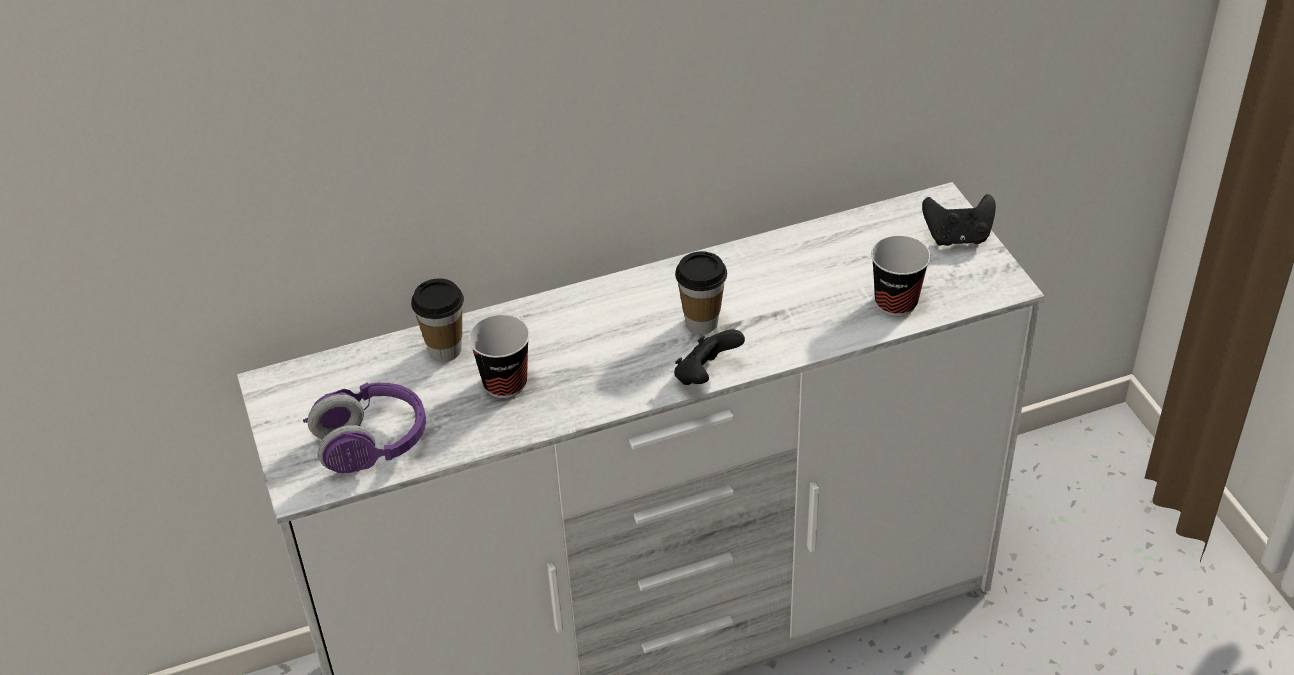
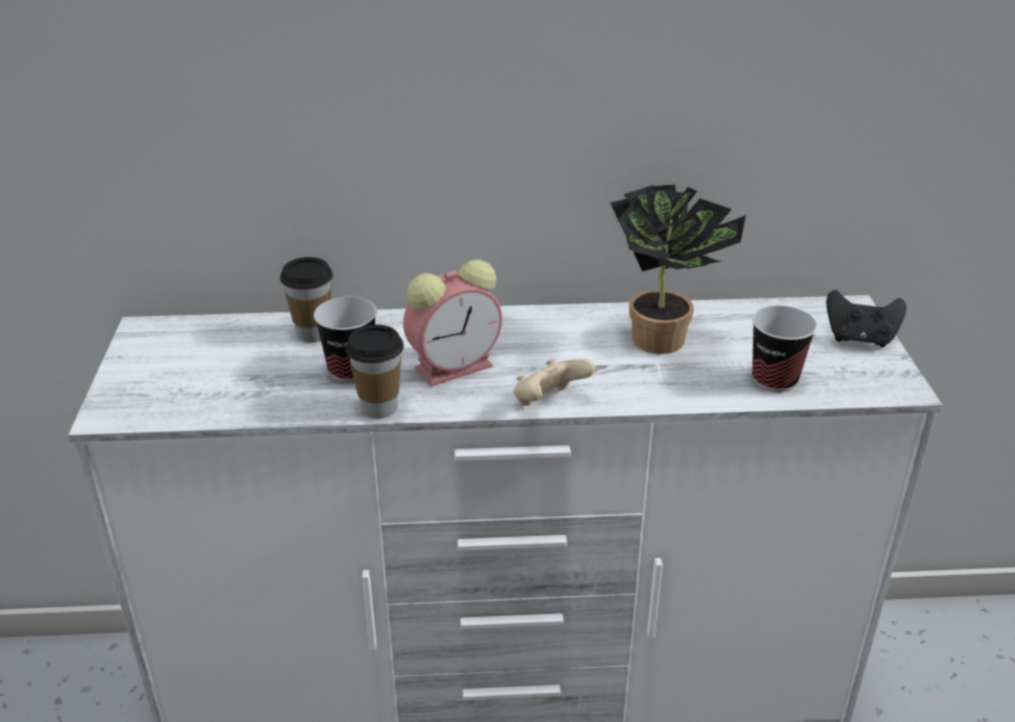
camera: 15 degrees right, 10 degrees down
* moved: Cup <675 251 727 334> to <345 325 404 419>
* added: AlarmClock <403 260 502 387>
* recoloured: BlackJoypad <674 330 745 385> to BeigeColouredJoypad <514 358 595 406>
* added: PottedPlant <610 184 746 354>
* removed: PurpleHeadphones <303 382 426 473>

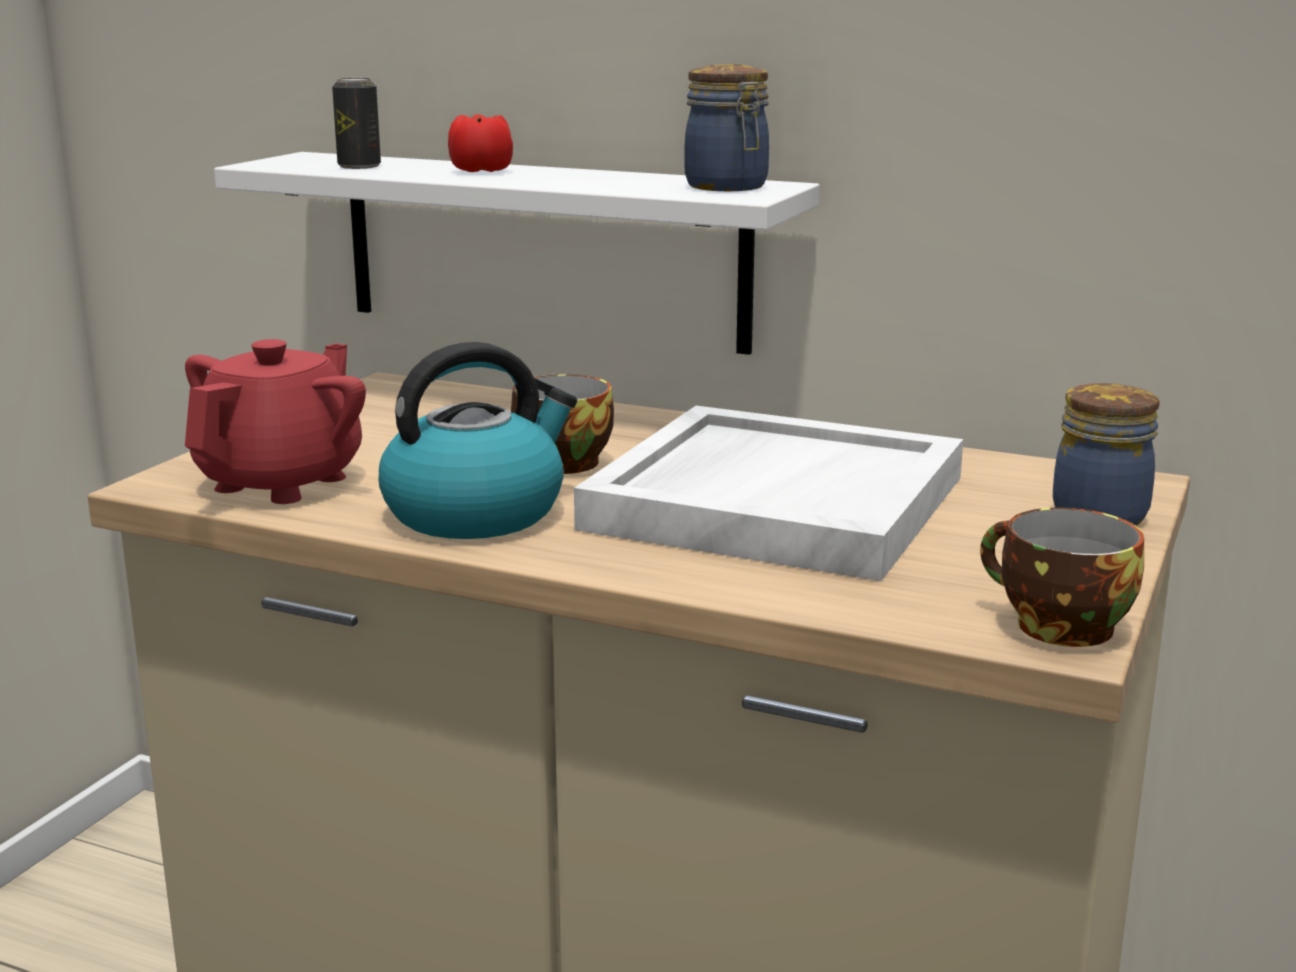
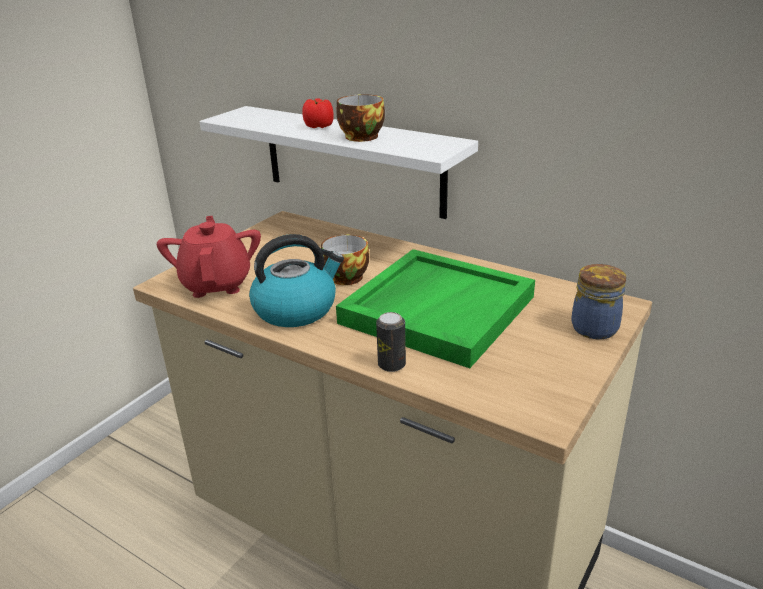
camera: 10 degrees right, 10 degrees up
* turned: RedTeapot <185 339 366 504> = <157 216 261 298> 45 degrees counterclockwise
* moved: Cup <980 508 1144 647> to <336 94 385 142>
* recoloured: WhiteTray <574 406 963 581> to GreenTray <336 249 535 368>
* moved: SealedCan <332 78 381 169> to <376 312 406 372>
* removed: Jar <684 64 769 191>

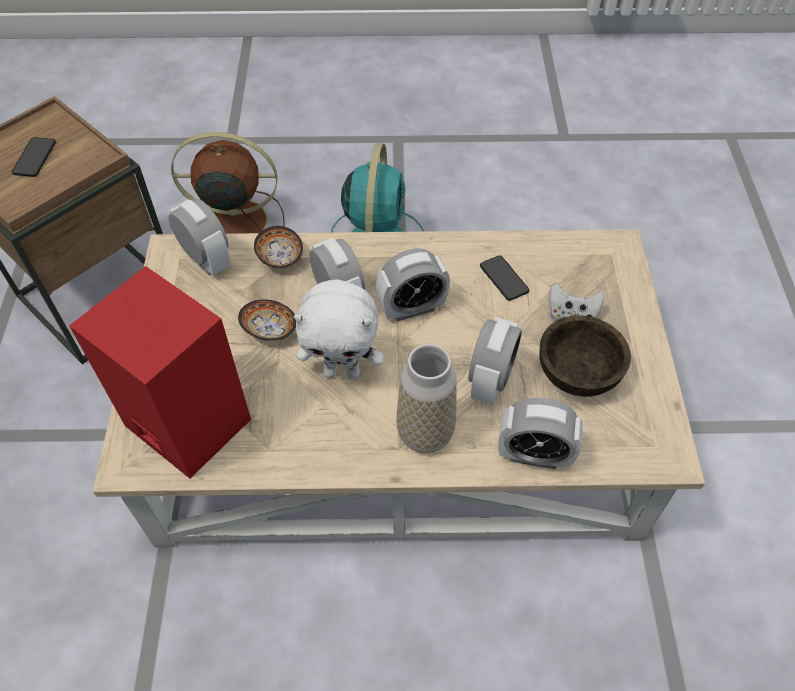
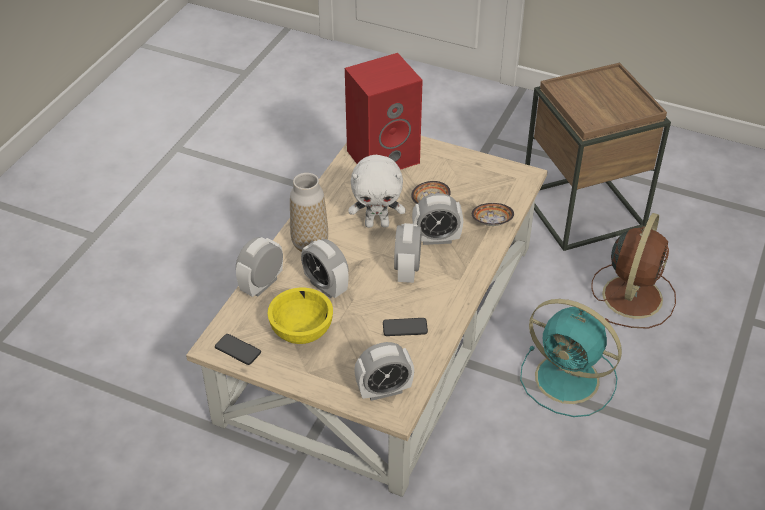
camera: 115 degrees right, 10 degrees down
* moved: Phone <12 137 56 177> to <215 334 261 365>
* recoloured: BrownColouredDeepDish <539 315 631 397> to YellowDeepDish <267 288 333 344>
* turned: WhiteSoftToy <294 279 383 380> = <348 155 405 228> 120 degrees counterclockwise
* moved: AlarmClock <168 199 230 276> to <354 342 414 401>
* removed: WhiteJoypad <549 283 604 320>

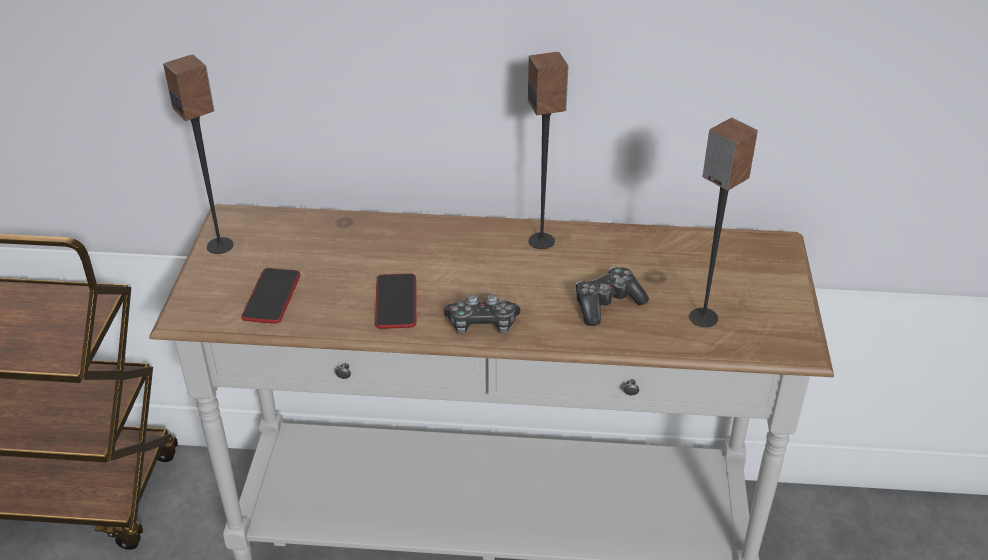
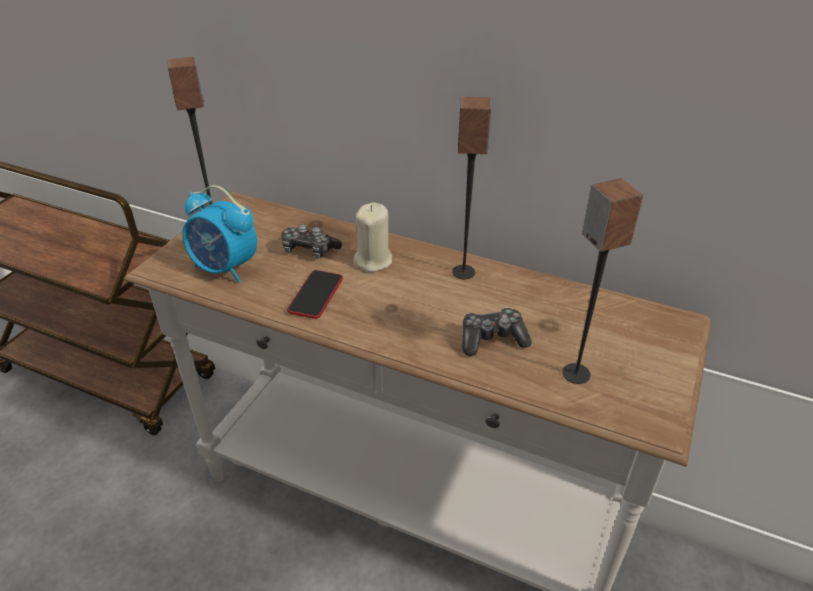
camera: 20 degrees right, 0 degrees up
* replaced: Phone <241 268 300 324> to AlarmClock <182 185 257 282>
* moved: Joypad <444 294 520 335> to <281 224 342 258>
* added: BeigeColouredWaxCandle <353 202 392 272>

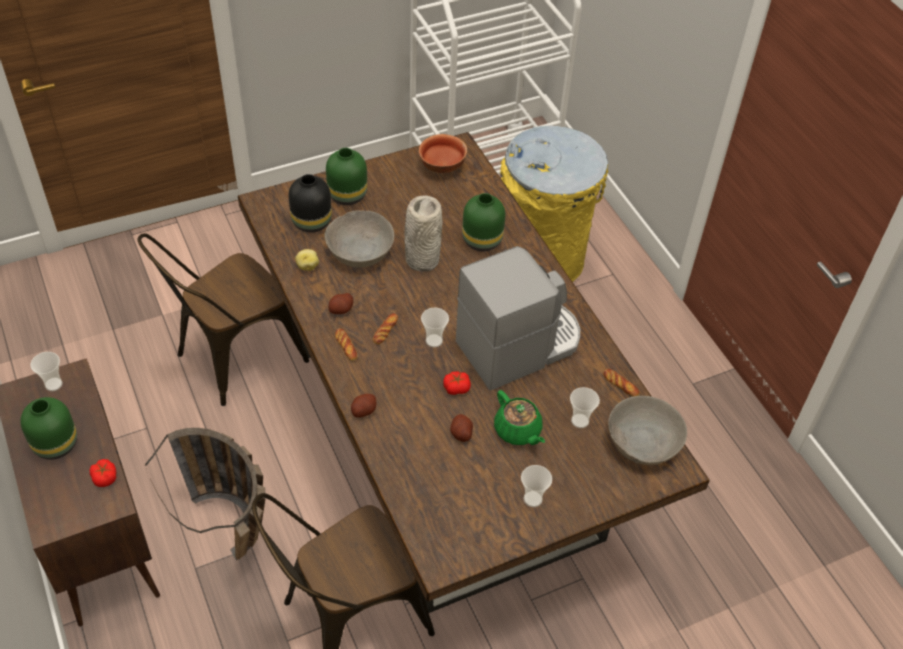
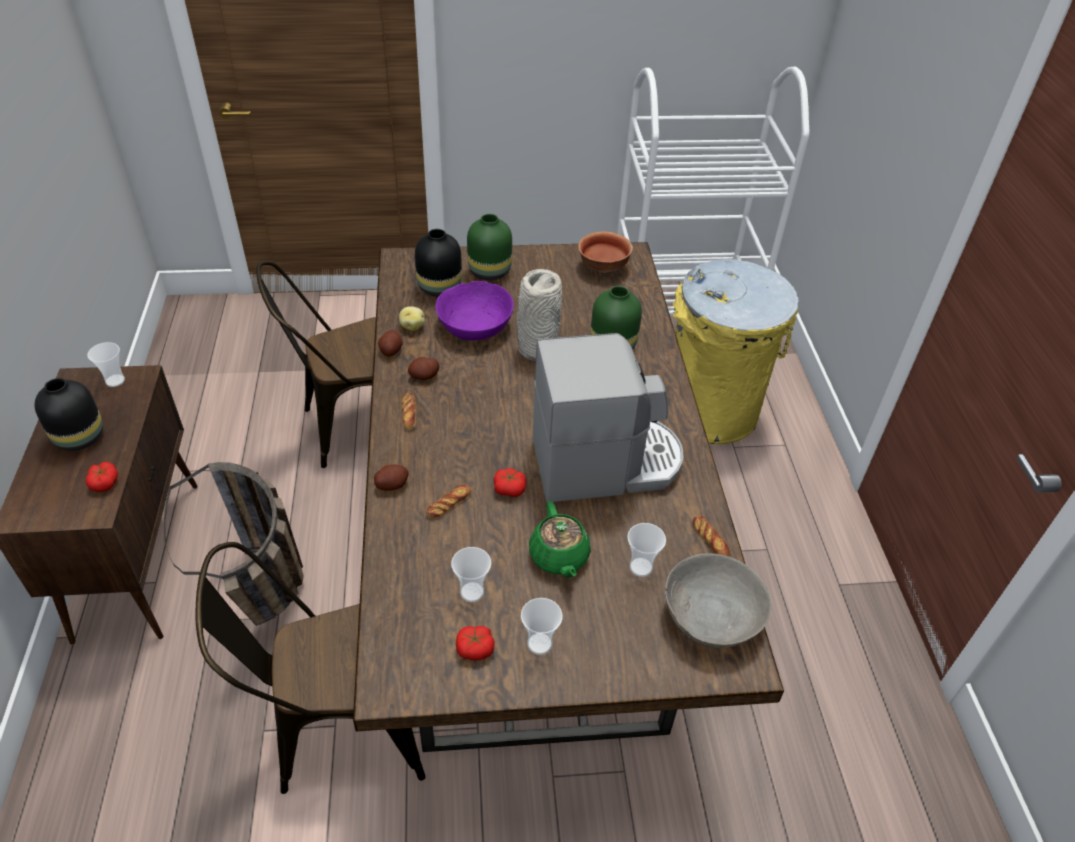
camera: 20 degrees right, 5 degrees down
* recoloured: GreenVase <20 397 77 460> to BlackVase <35 378 103 451>
* moved: Potato <450 414 473 442> to <378 330 403 356>
* moved: BakeryBread <372 313 398 345> to <426 485 472 519>
* recoloured: GreyishDeepDish <325 210 394 268> to PurpleDeepDish <436 281 514 341>
* moved: Cup <421 307 449 347> to <451 547 491 602>
* added: WholeTomato <456 626 495 660>

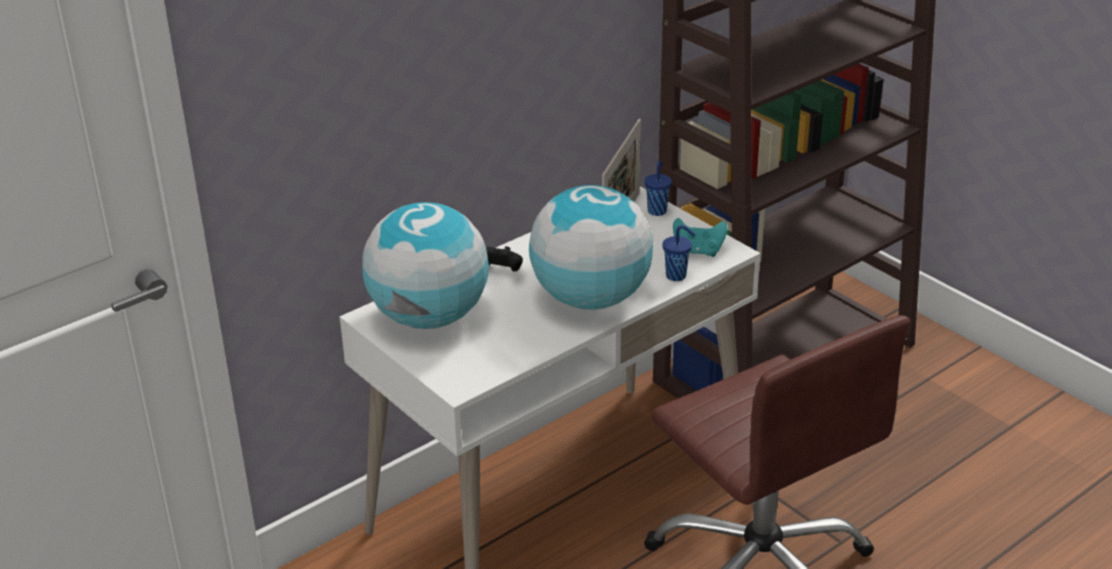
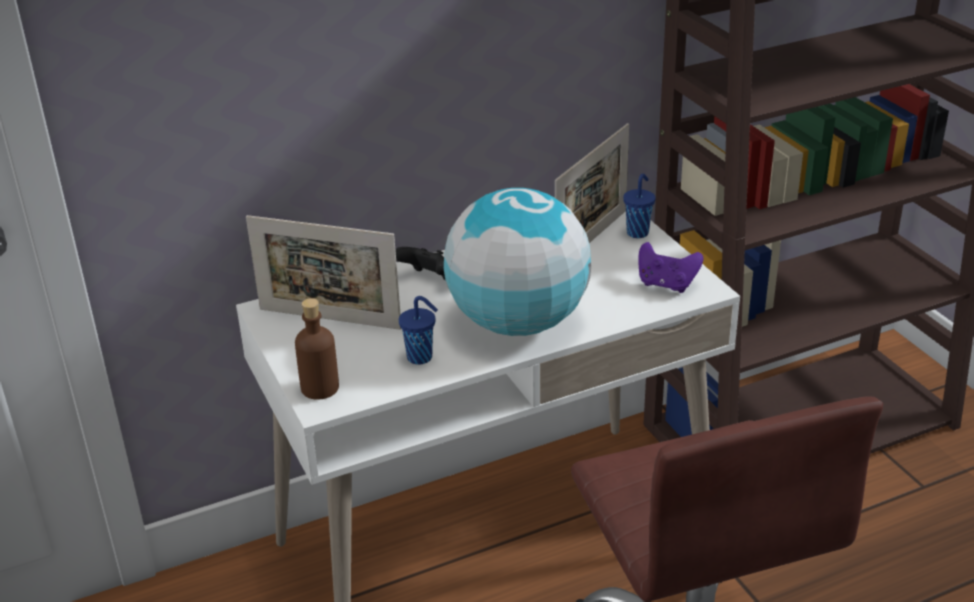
camera: 15 degrees right, 0 degrees up
* replaced: DeskGlobe <362 202 489 329> to PhotoFrame <246 215 402 330>
* added: BrownColouredBeverageBottle <295 298 339 400>
* moved: BlueCup <662 225 695 281> to <399 296 438 365>
* recoloured: TurquoiseColouredJoypad <673 218 728 257> to PurpleJoypad <638 242 703 293>

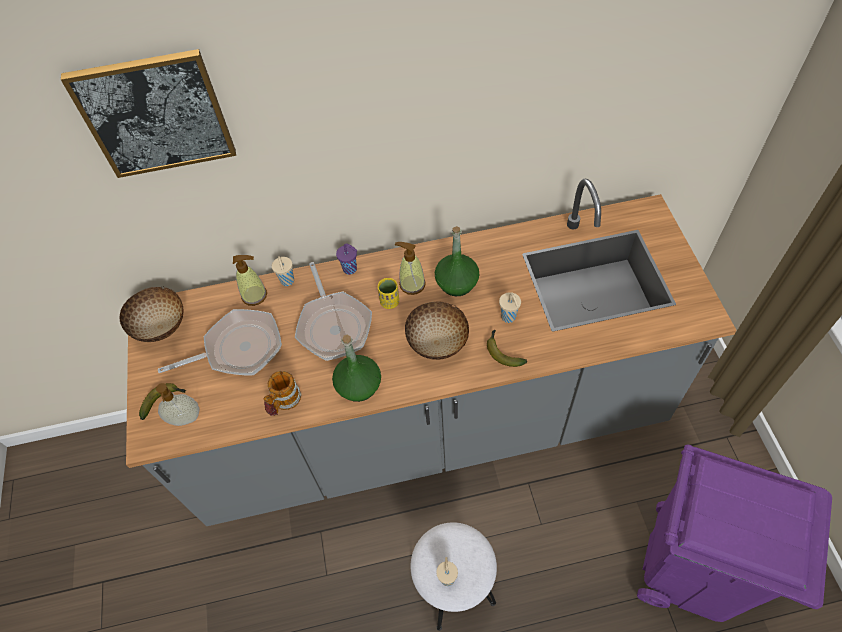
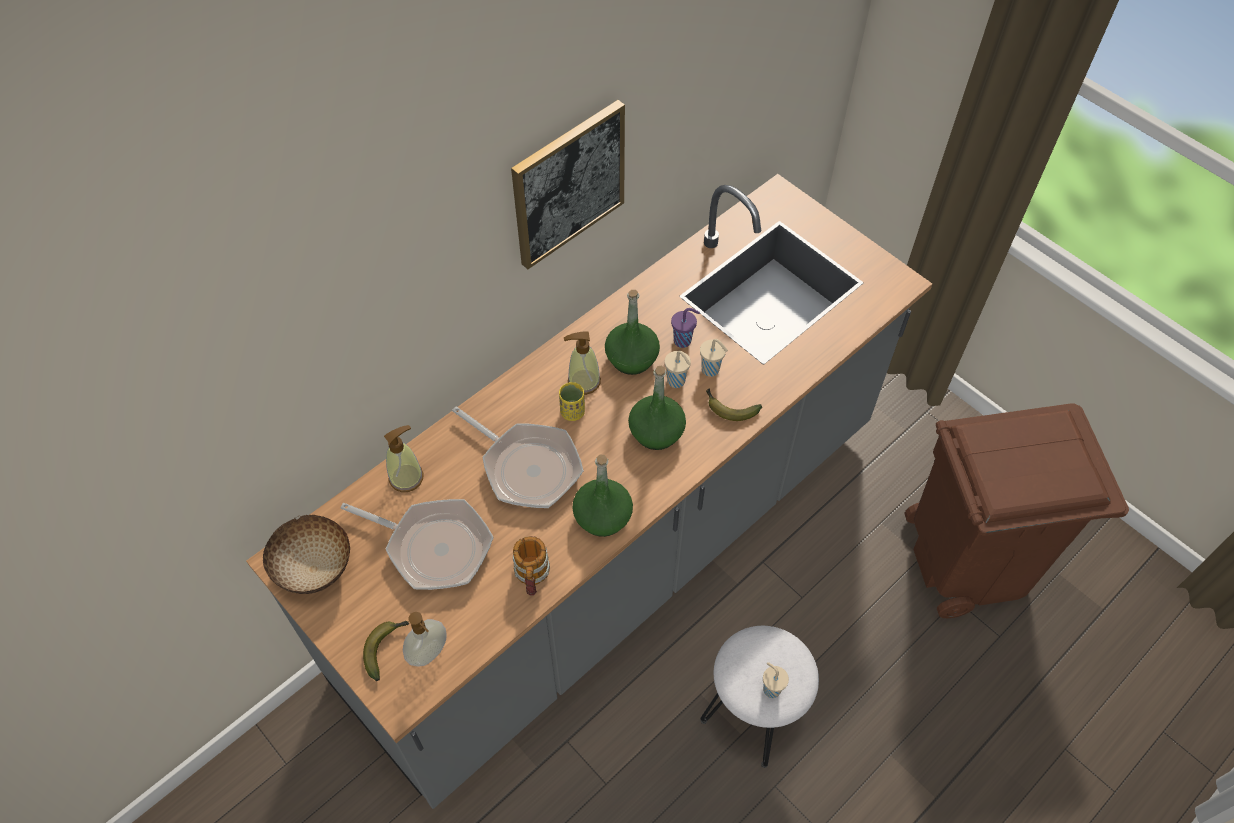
camera: 35 degrees left, 0 degrees up
* turned: Pan <158 309 282 375> = <341 499 494 590> 75 degrees clockwise
* moved: WallPicture <61 49 236 178> to <511 100 625 269>
* replaced: DeepDish <405 301 469 360> to GreenBeverageBottle <628 366 686 450>
* moved: BeigeColouredCup <272 256 294 286> to <665 351 691 388>
* moved: PurpleCup <336 243 357 275> to <671 308 700 348>
* recoloured: PurpleTrashCan <637 445 832 622> to BrownColouredTrashCan <904 403 1129 618>

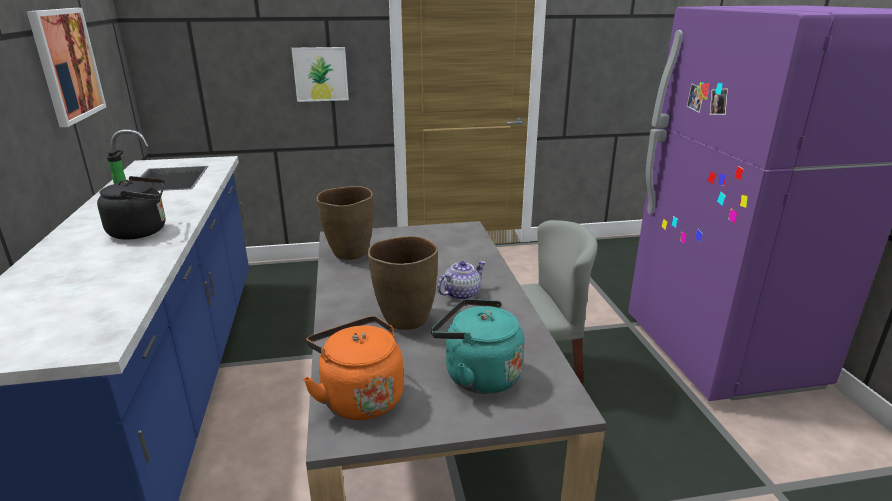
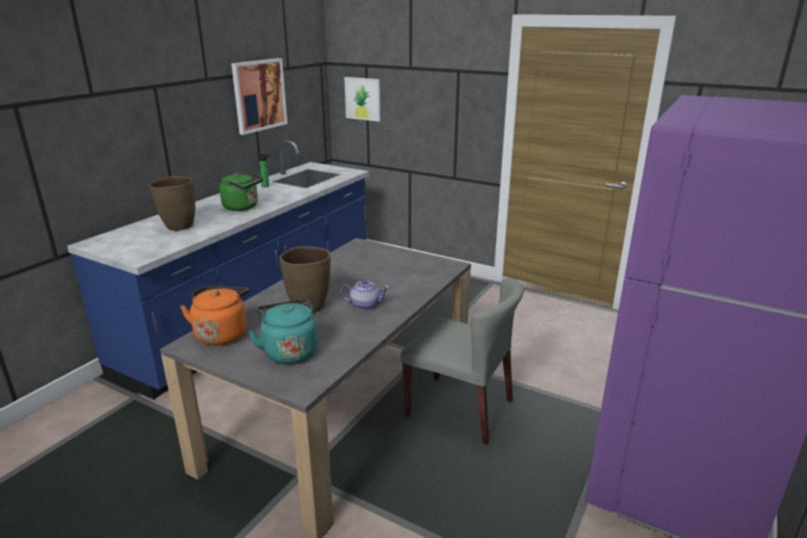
camera: 40 degrees right, 0 degrees up
* moved: BrownColouredVase <316 186 373 260> to <149 176 195 231>
* recoloured: BlackWaterKettle <97 176 165 240> to GreenWaterKettle <219 172 263 211>
* moved: WallPicture <291 47 349 102> to <344 77 380 121>

